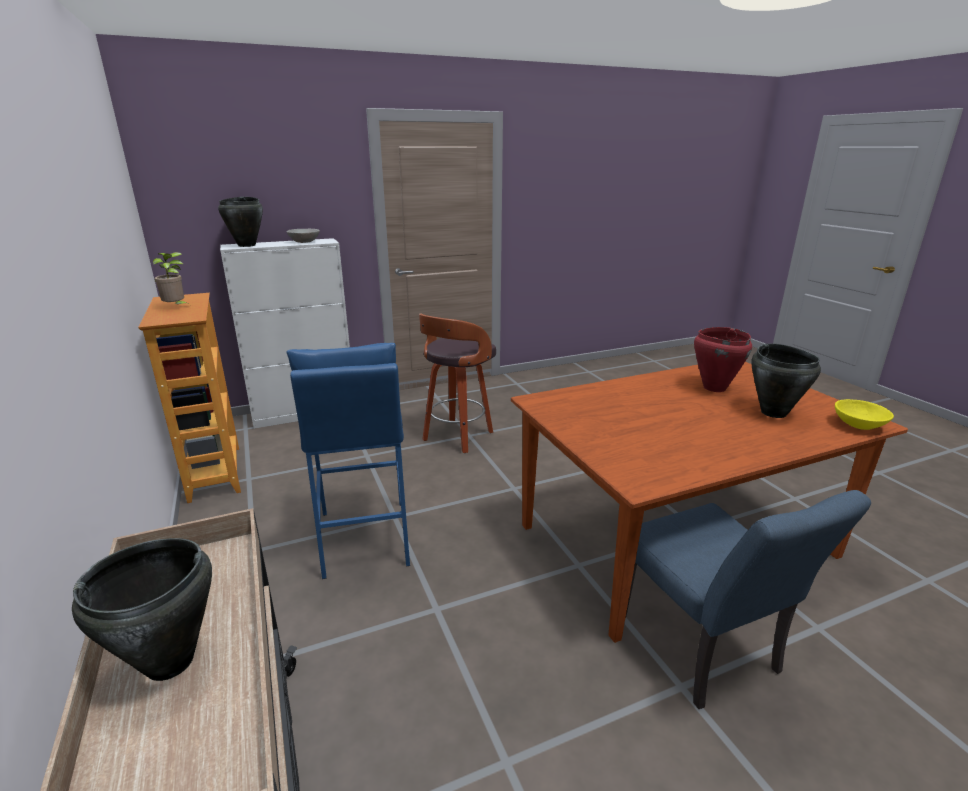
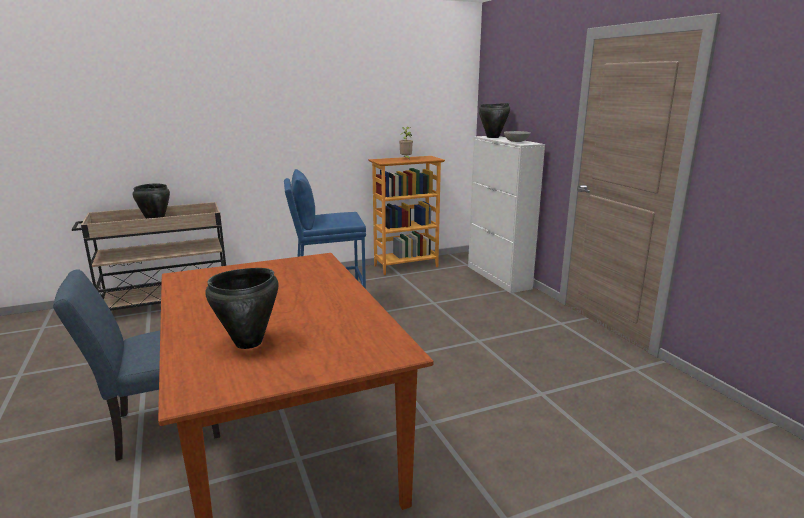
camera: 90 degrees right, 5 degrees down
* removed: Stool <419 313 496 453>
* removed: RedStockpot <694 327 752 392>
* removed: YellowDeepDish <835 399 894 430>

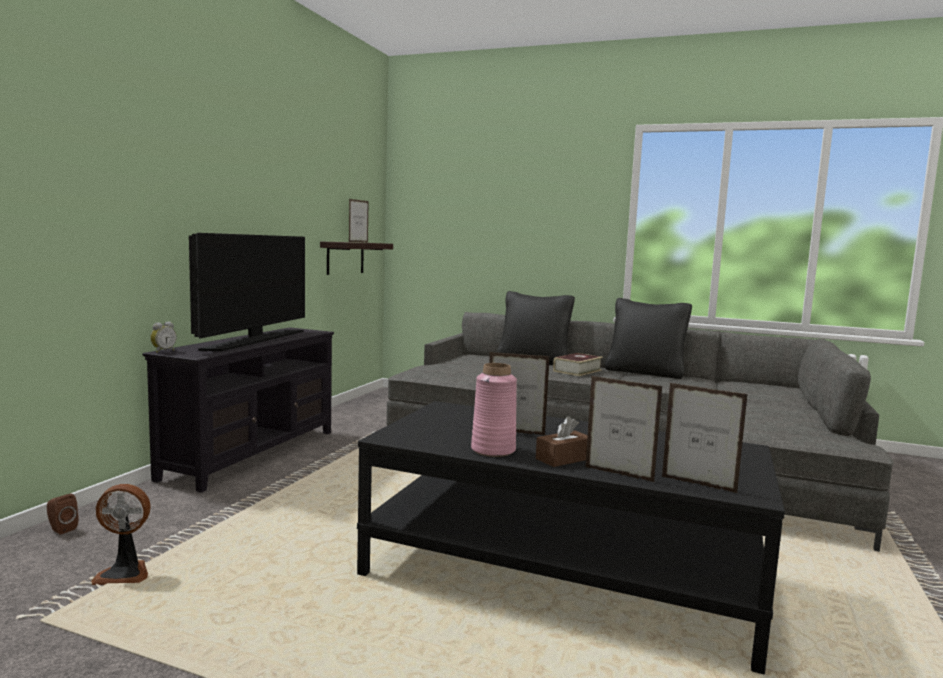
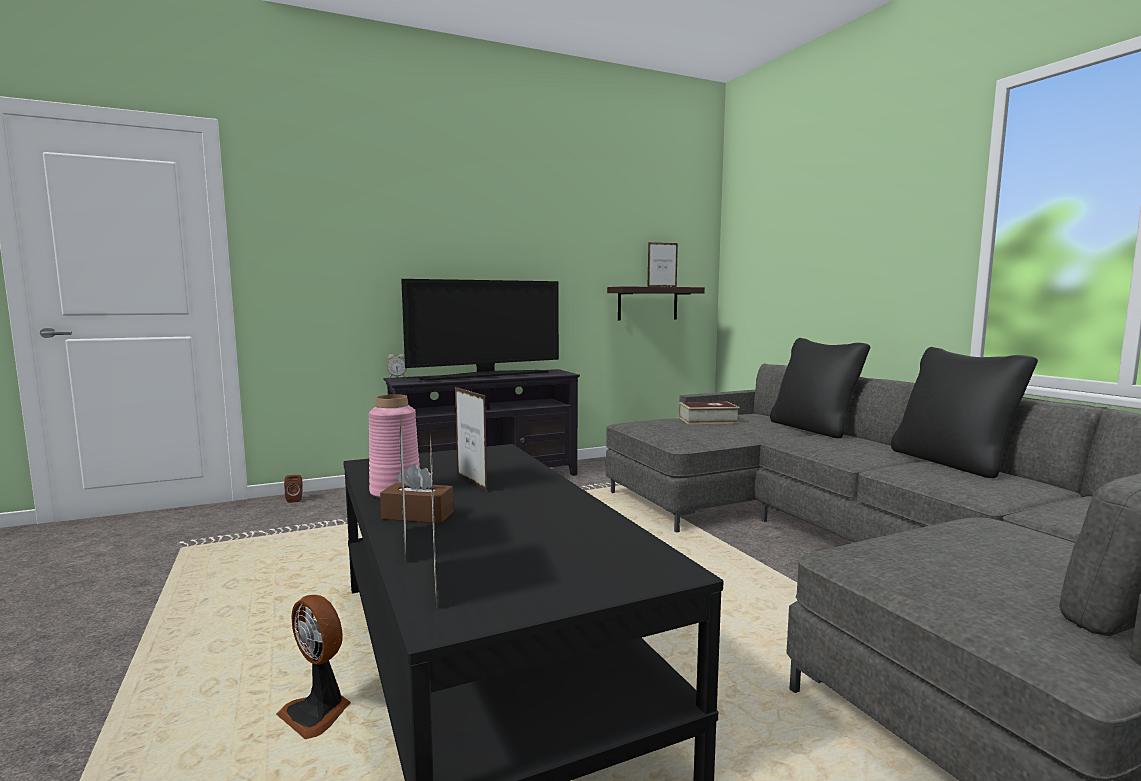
camera: 45 degrees right, 0 degrees up
* moved: ElectricFan <91 484 151 585> to <276 595 351 739>
* moved: Volume <553 353 603 376> to <679 401 740 424>

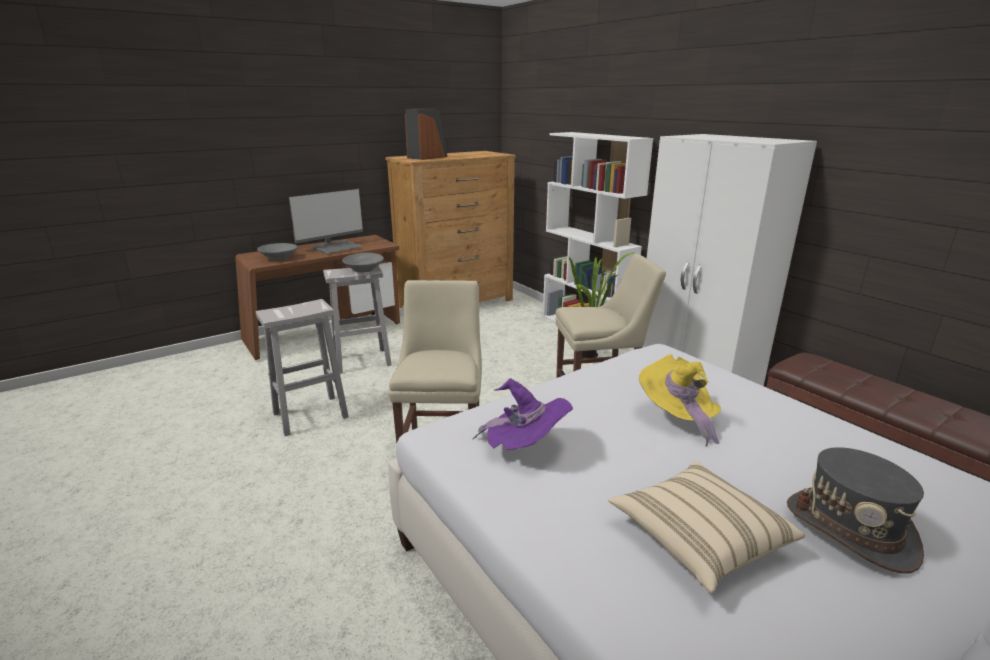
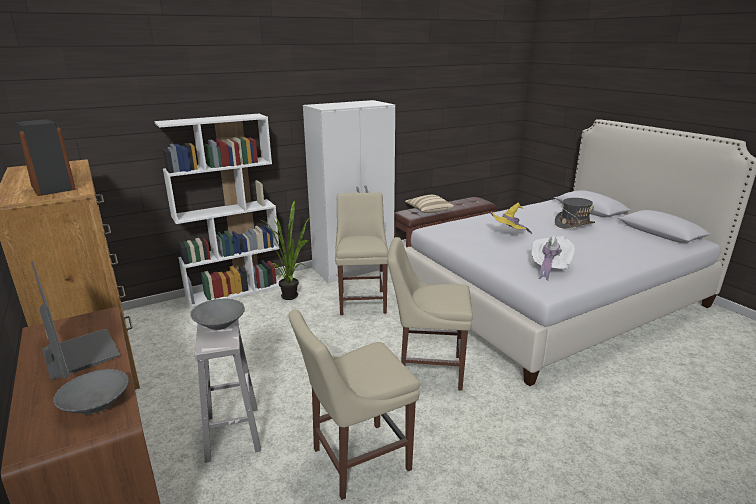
camera: 85 degrees left, 0 degrees up
* replaced: WhiteStool <256 299 349 436> to BeigeColouredUprightChair <289 310 420 500>
* moved: BeigeColouredPillow <608 461 805 593> to <405 195 454 213>
* recoloured: PurpleWearableHat <473 378 573 450> to WhiteWearableHat <532 235 575 281>

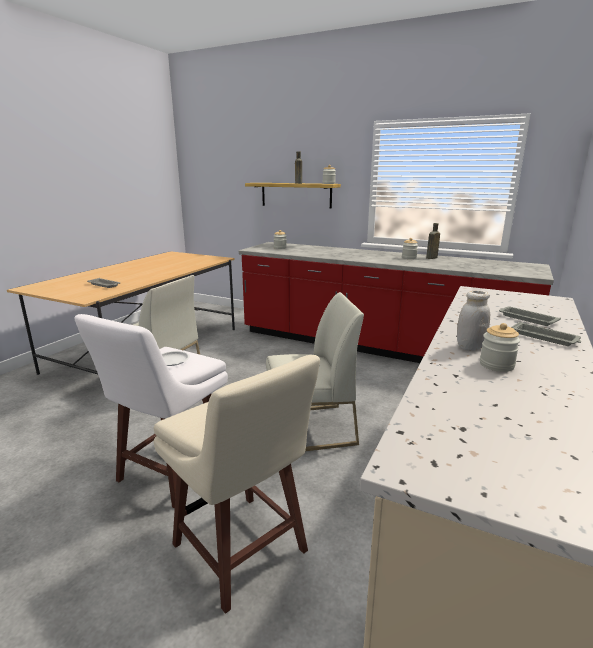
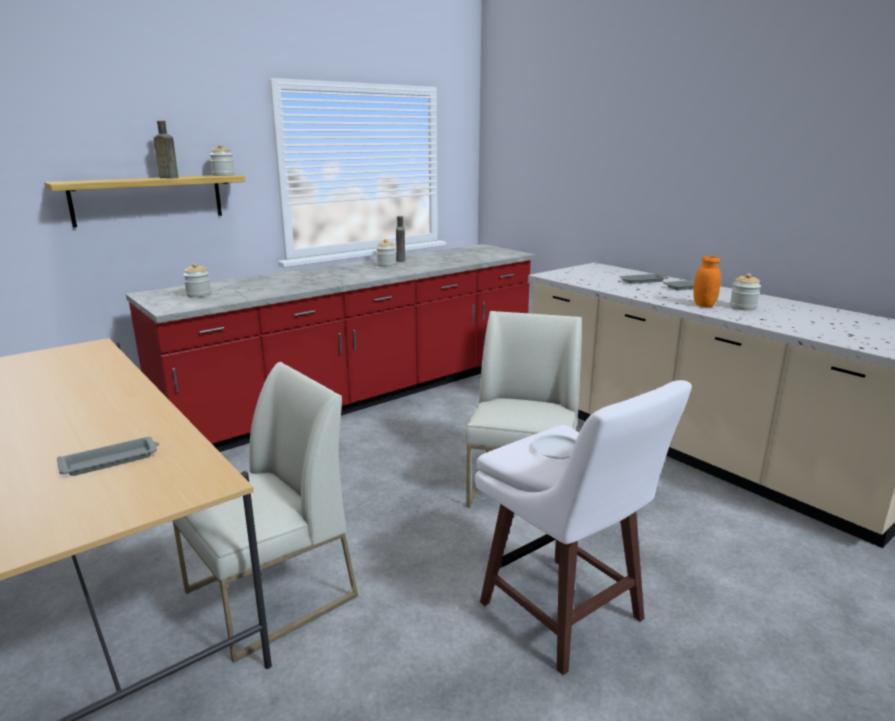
camera: 65 degrees left, 0 degrees up
* recoloured: WhiteJar <457 291 490 351> to OrangeColouredJar <693 256 721 307>
* removed: BeigeColouredStool <154 355 320 614>

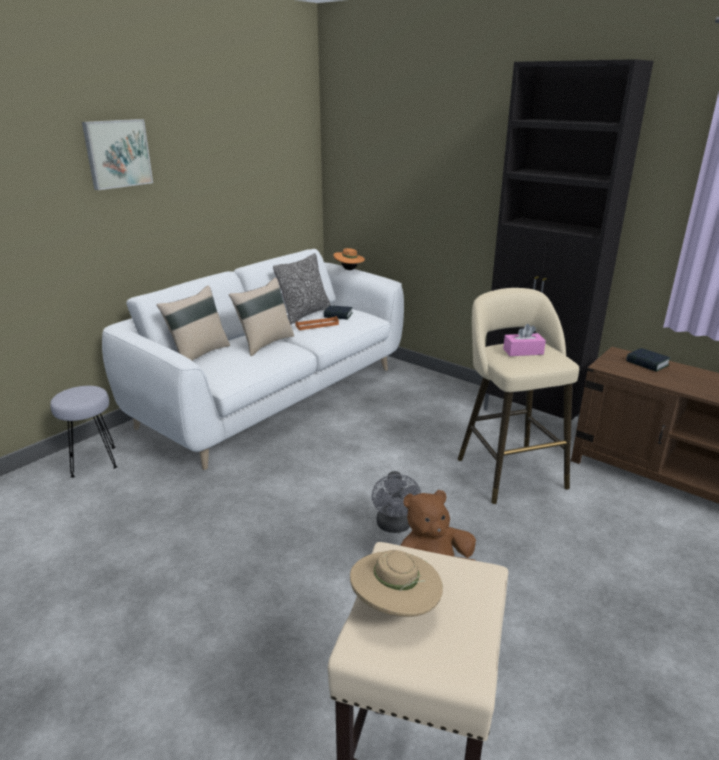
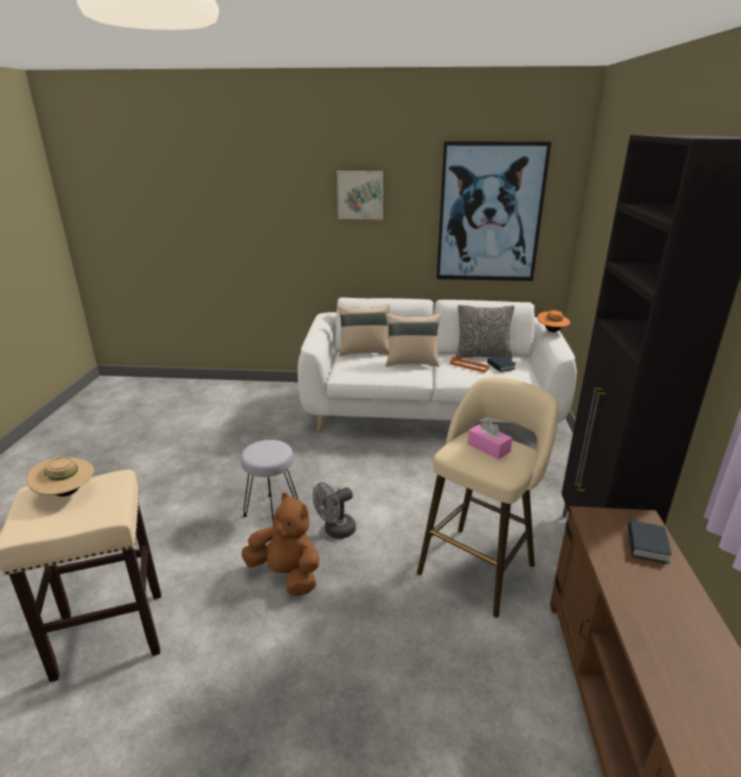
camera: 55 degrees right, 0 degrees up
* moved: GreyishStool <50 386 117 478> to <241 440 298 526>
* added: WallPicture <436 141 551 281>

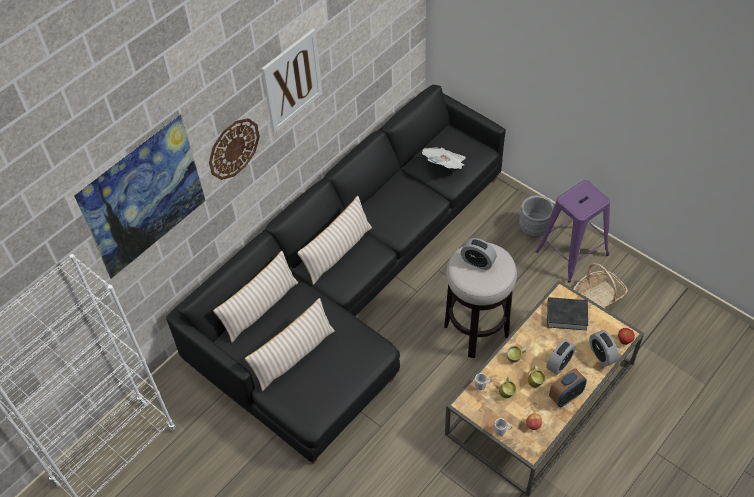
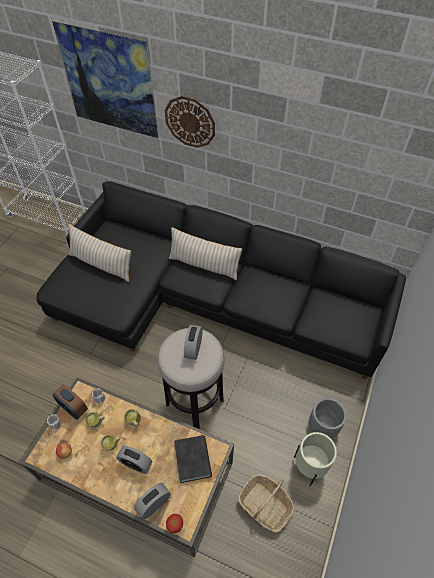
camera: 70 degrees right, 0 degrees up
* moved: AlarmClock <549 368 587 407> to <52 384 88 420>
* replaced: PurpleStool <536 180 610 283> to BeigeColouredPlanter <294 432 337 487>
* removed: BeigeColouredPillow <213 251 298 343>
* removed: WallPicture <261 28 323 133>
* removed: PrintedPaper <422 147 466 169>

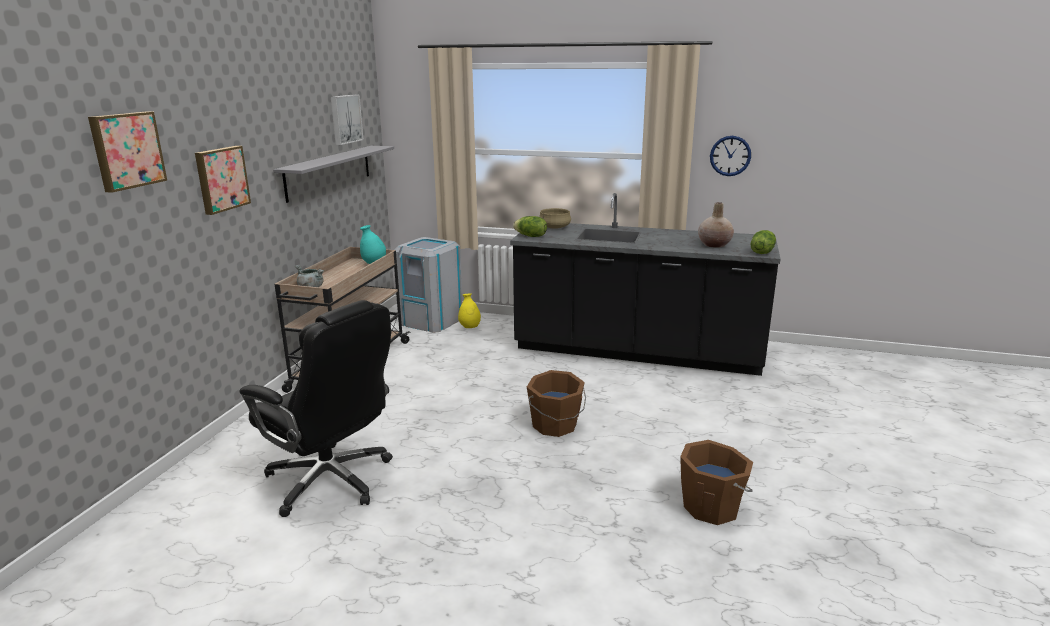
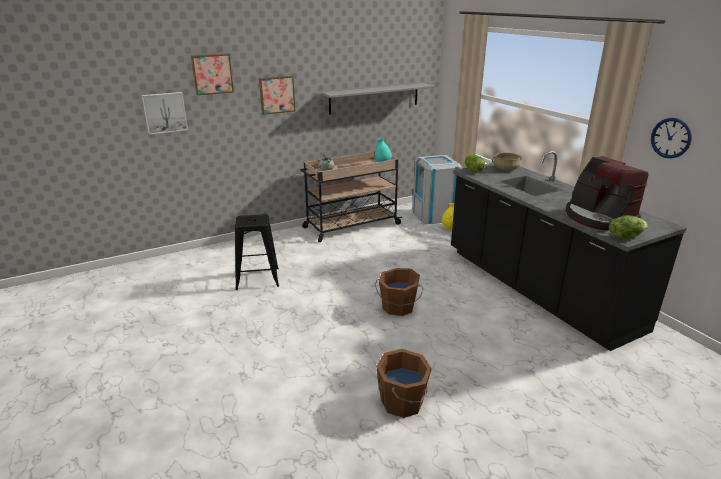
camera: 45 degrees right, 5 degrees up
* moved: WallPicture <331 94 364 145> to <142 92 188 135>
* replaced: BlackDeskChair <239 300 393 517> to BlackStool <235 214 279 290>
* replaced: BeigeColouredVase <698 202 734 248> to CoffeeMaker <566 156 649 230>

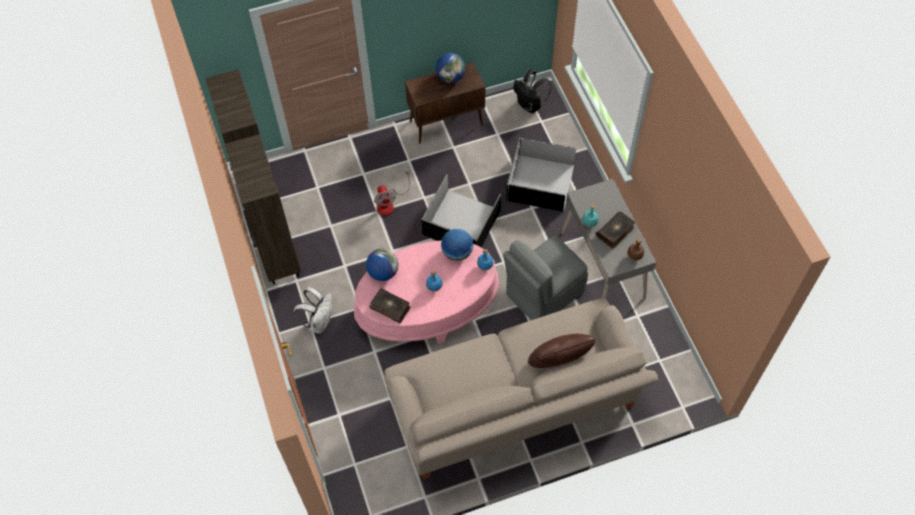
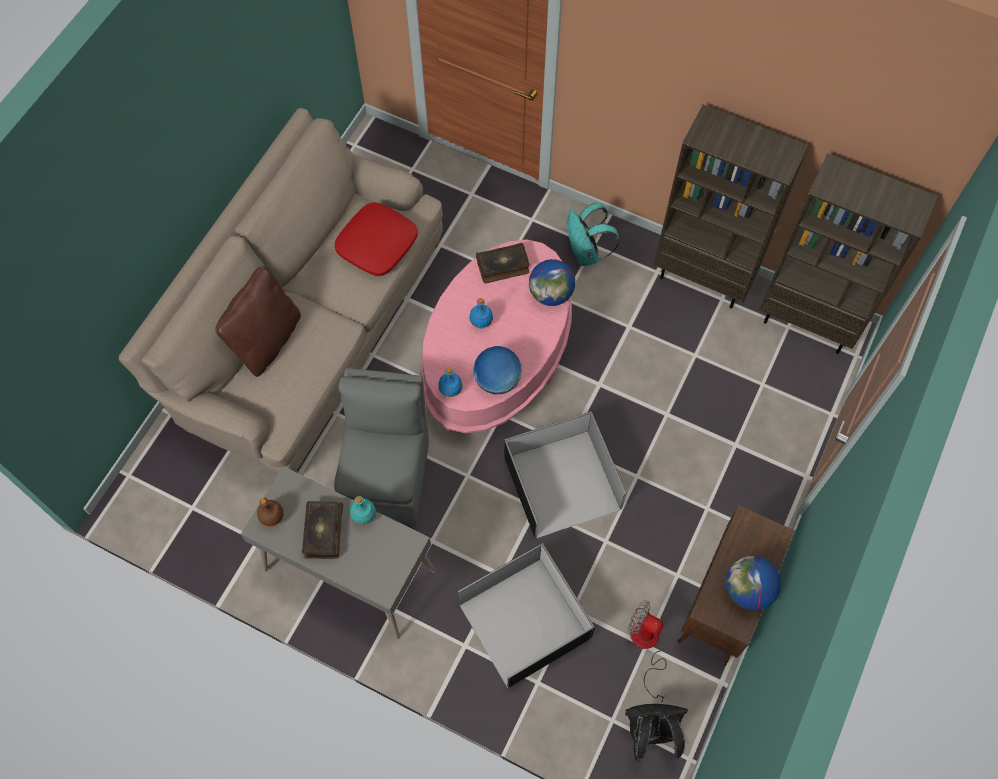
camera: 135 degrees right, 5 degrees up
* added: RedPillow <335 202 418 276>
* recoloured: WhiteBackpack <293 287 333 333> to TurquoiseColouredBackpack <567 203 619 266>
* moved: ElectricFan <374 170 410 216> to <628 600 667 701>

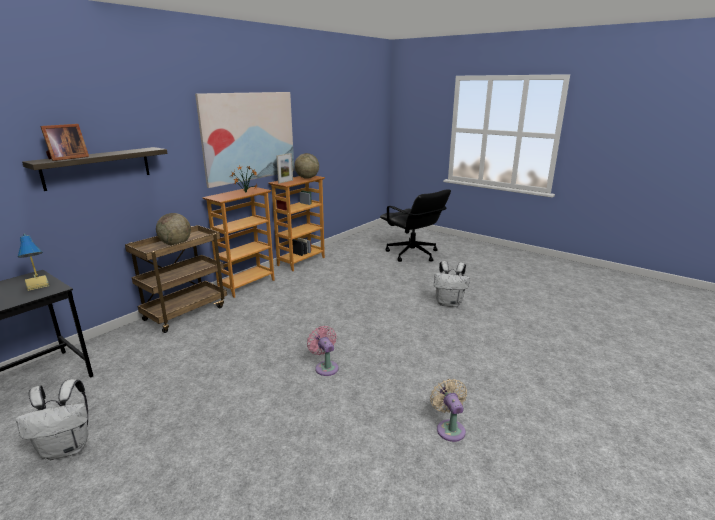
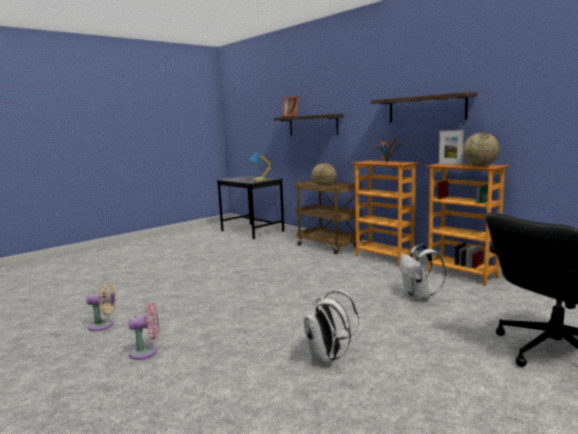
camera: 100 degrees right, 10 degrees down
* moved: PinkElectricFan <307 326 339 376> to <129 303 160 360>
* replaced: WallPicture <195 92 294 188> to Shelf <371 92 477 123>
* moved: WhiteBackpack <16 379 88 460> to <399 244 446 301>

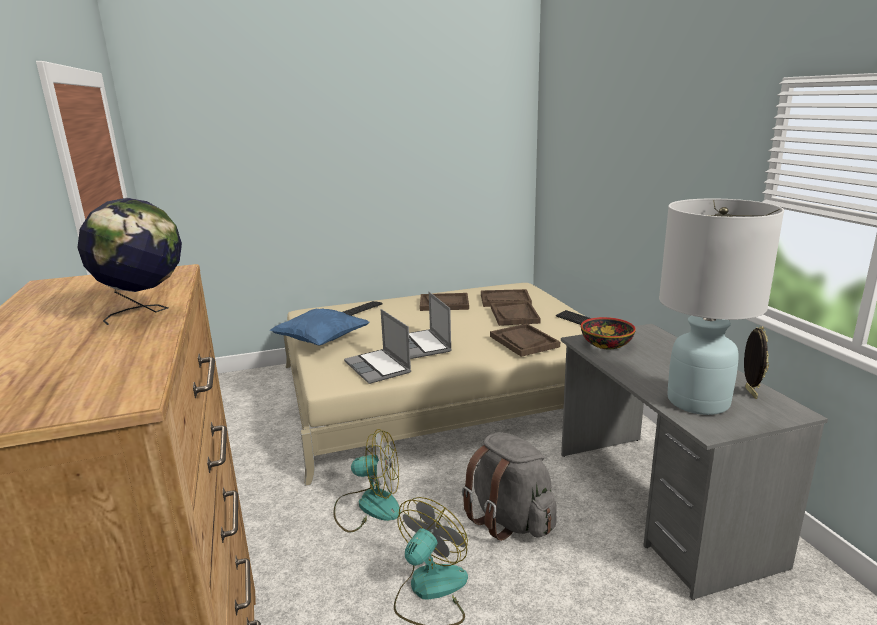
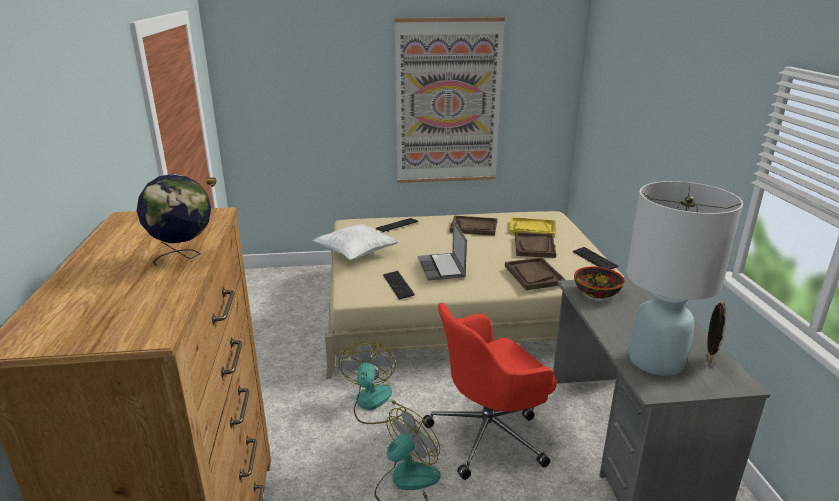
camera: 10 degrees right, 5 degrees up
* recoloured: BluePillow <270 309 369 345> to WhitePillow <313 224 399 260>
* turned: ElectricFan <333 429 401 533> = <338 342 406 424> 105 degrees counterclockwise
* replaced: PortableComputer <344 309 411 384> to PcKeyboard <383 271 415 300>
* added: WallPicture <395 17 505 183>
* replaced: GreyishBackpack <462 432 557 541> to RedDeskChair <423 303 557 480>
* recoloured: BrownColouredTray <481 289 532 307> to YellowTray <509 217 555 237>

